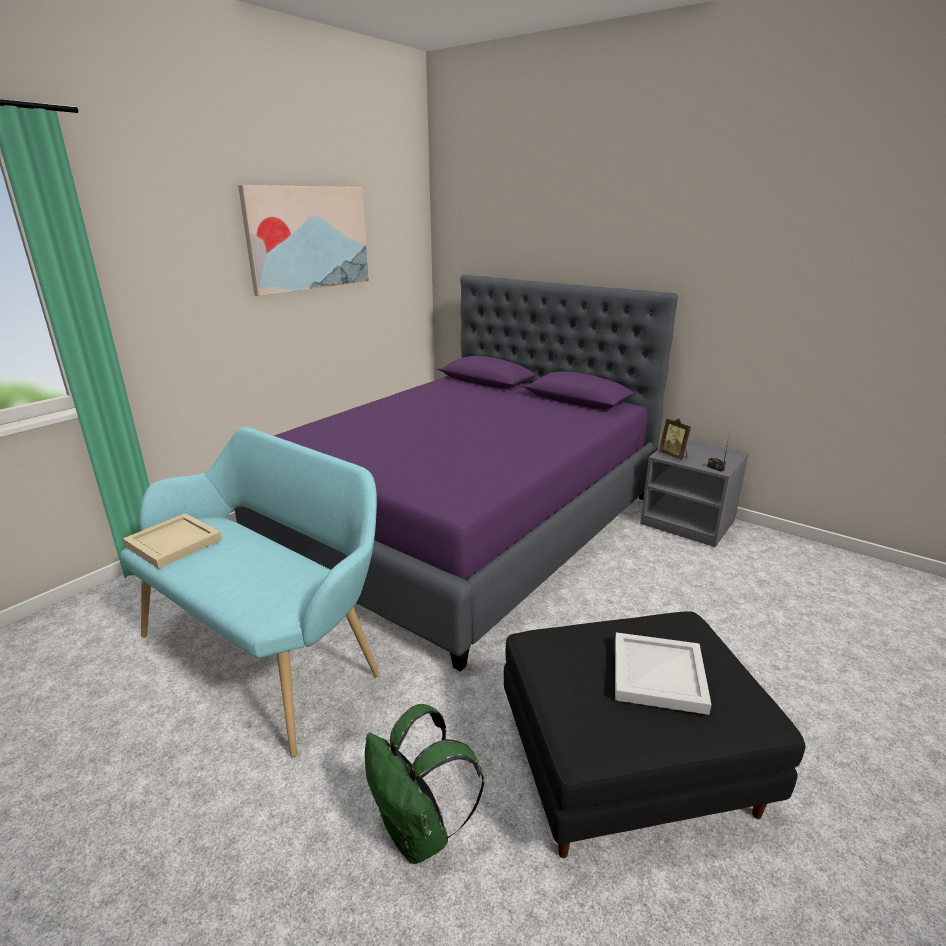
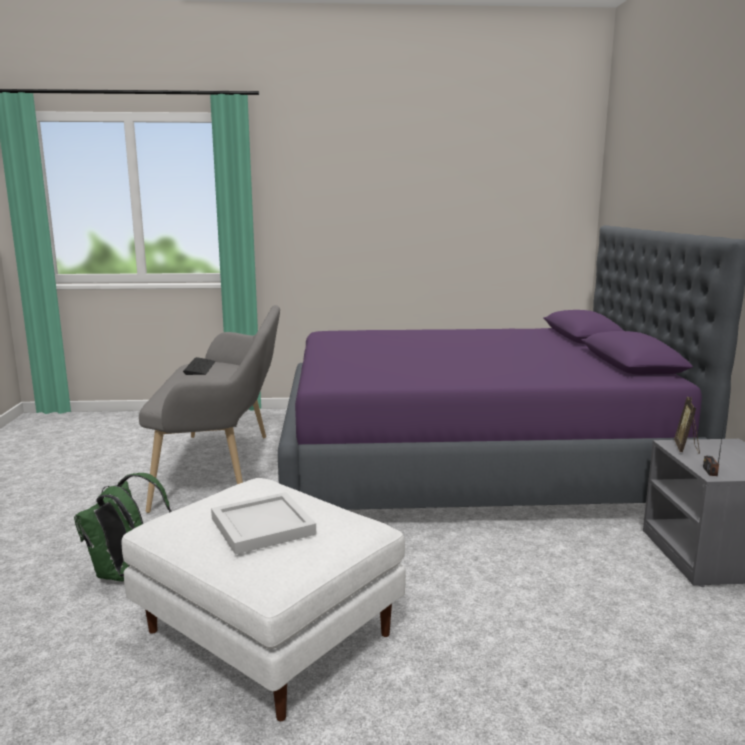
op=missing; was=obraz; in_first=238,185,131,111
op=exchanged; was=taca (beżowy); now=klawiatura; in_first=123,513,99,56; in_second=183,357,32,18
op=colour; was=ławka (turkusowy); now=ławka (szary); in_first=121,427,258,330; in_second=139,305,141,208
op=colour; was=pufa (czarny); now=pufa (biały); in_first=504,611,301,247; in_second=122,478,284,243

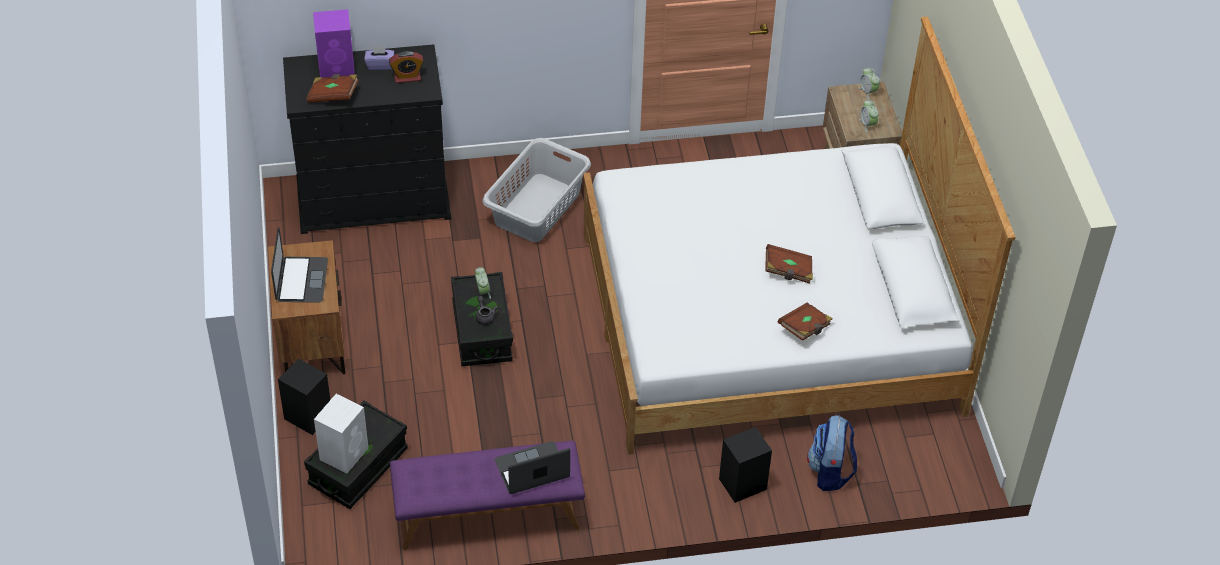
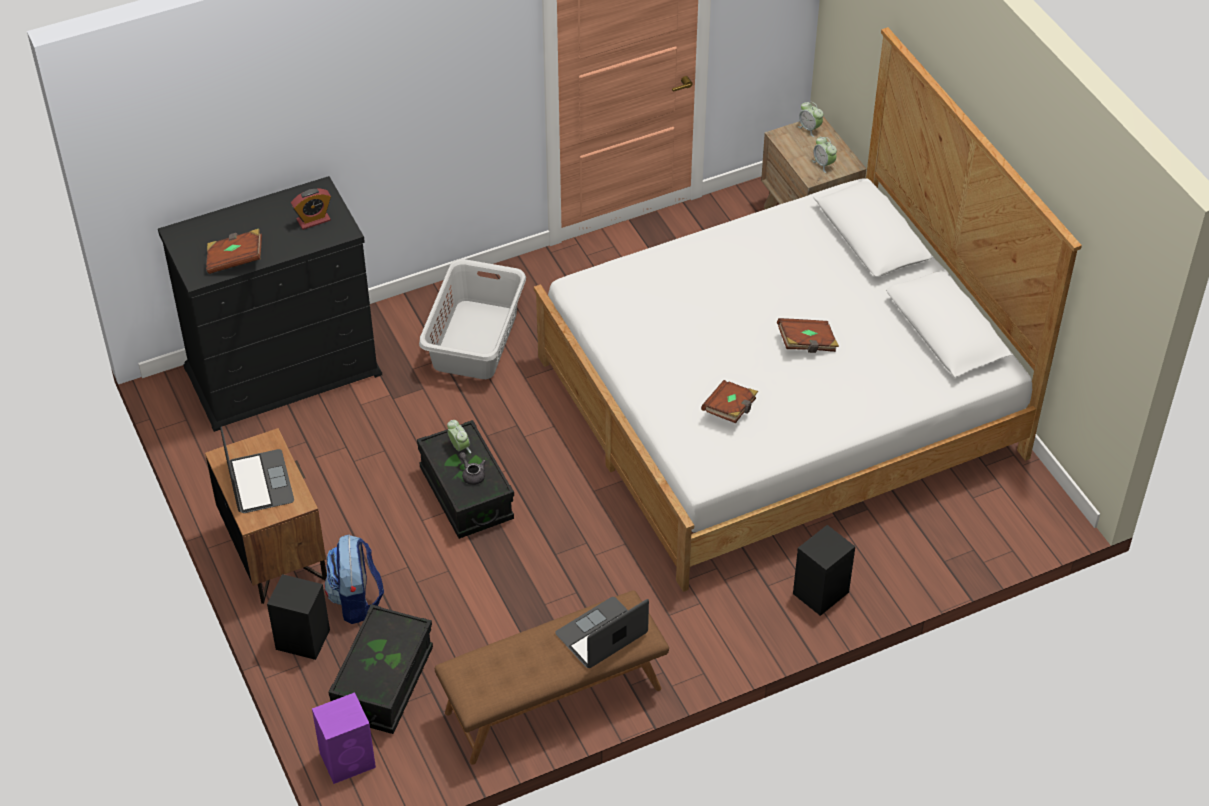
op=missing; was=głośnik (biały); in_first=314,394,54,80
op=missing; was=pudełko chusteczek (fioletowy); in_first=364,46,30,24
op=relocated; was=głośnik (fioletowy); in_first=313,9,42,69; in_second=312,692,64,92
op=relocated; was=książka (brązowy); in_first=778,302,55,39; in_second=701,380,57,43
op=relocated; was=plecak; in_first=807,415,50,76; in_second=324,535,60,89
op=colour; was=ławka (fioletowy); now=ławka (brązowy); in_first=390,441,195,109; in_second=435,590,234,175

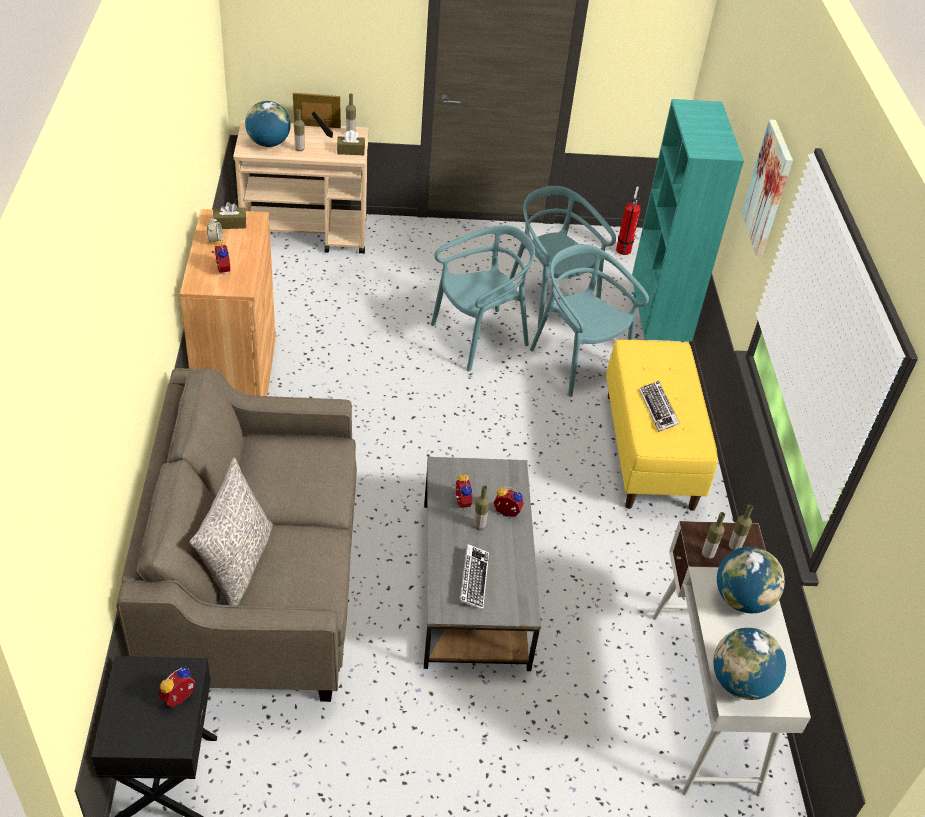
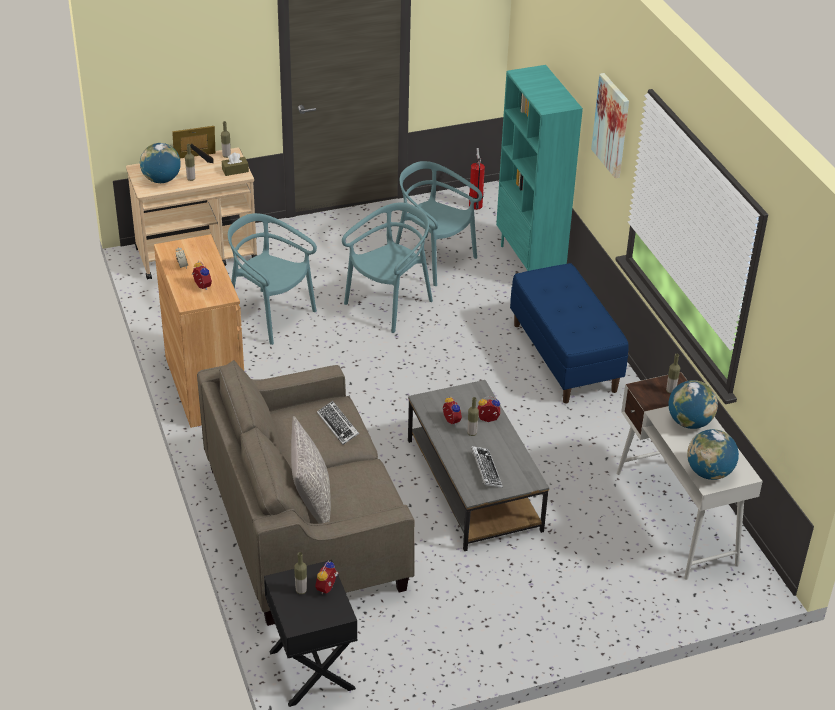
op=missing; was=pudełko chusteczek (brązowy); in_first=213,202,33,27
op=relocated; was=krzesło (turkusowy); in_first=530,244,119,153; in_second=228,213,89,132
op=relocated; was=klawiatura; in_first=639,381,41,51; in_second=317,401,42,44
op=relocated; was=butelka; in_first=702,512,23,47; in_second=294,552,13,42
op=colour; was=ławka (żółty); now=ławka (niebieski); in_first=606,340,112,171; in_second=510,263,119,141

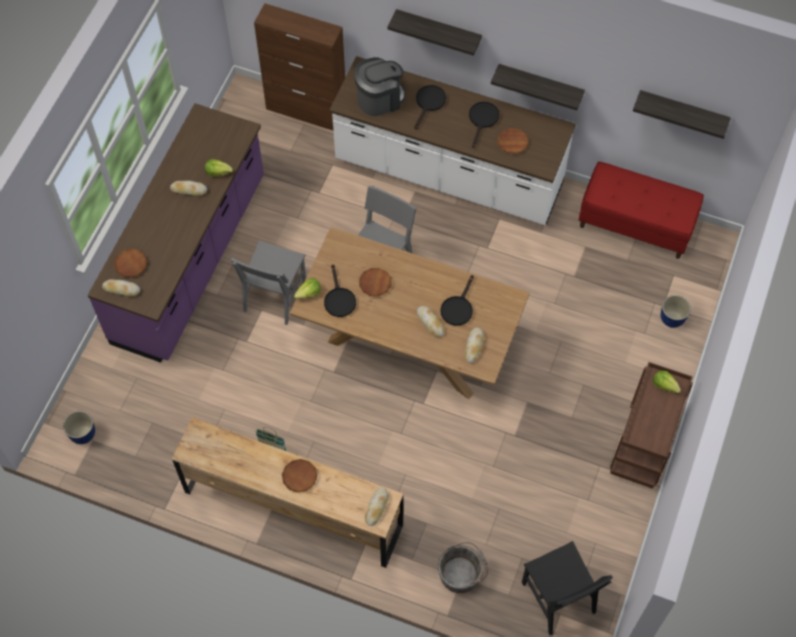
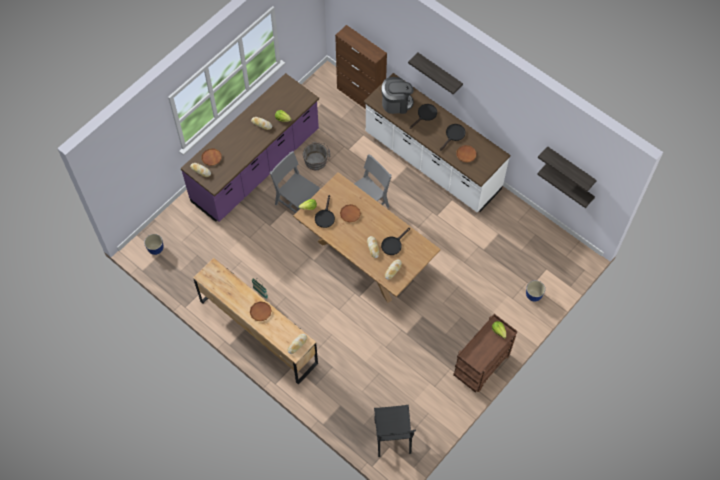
op=missing; was=ławka (czerwony); in_first=579,162,125,97
op=relocated; was=wiadro (szary); in_first=438,542,50,51; in_second=303,142,27,28
op=relocated; was=półka; in_first=491,64,94,46; in_second=537,164,58,44
op=spun; was=krzesło (szary); in_first=231,240,75,85; in_second=270,151,50,72; clockwise=90

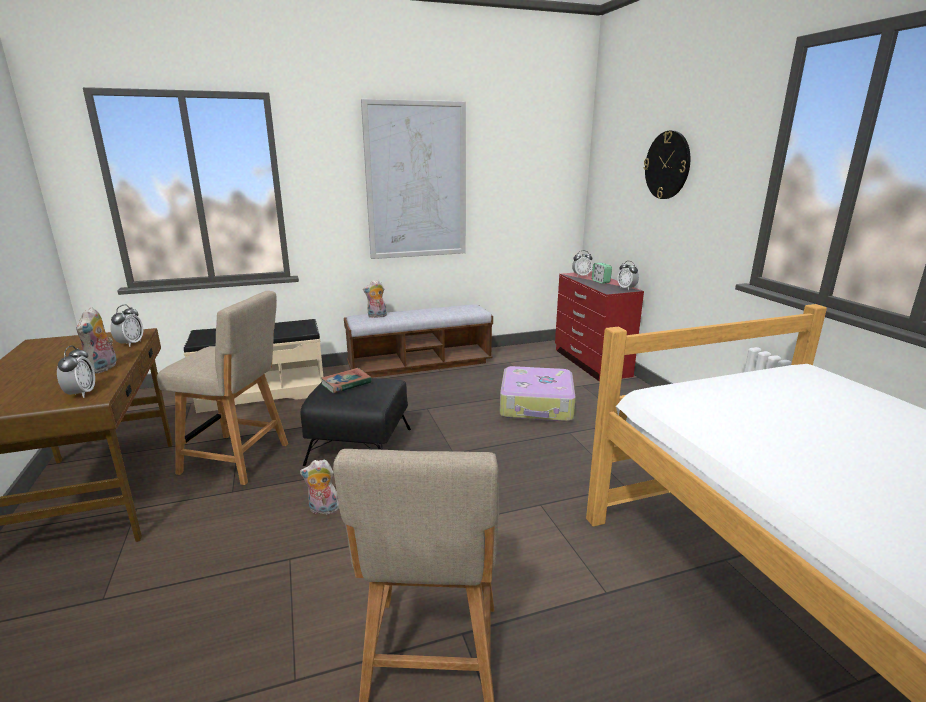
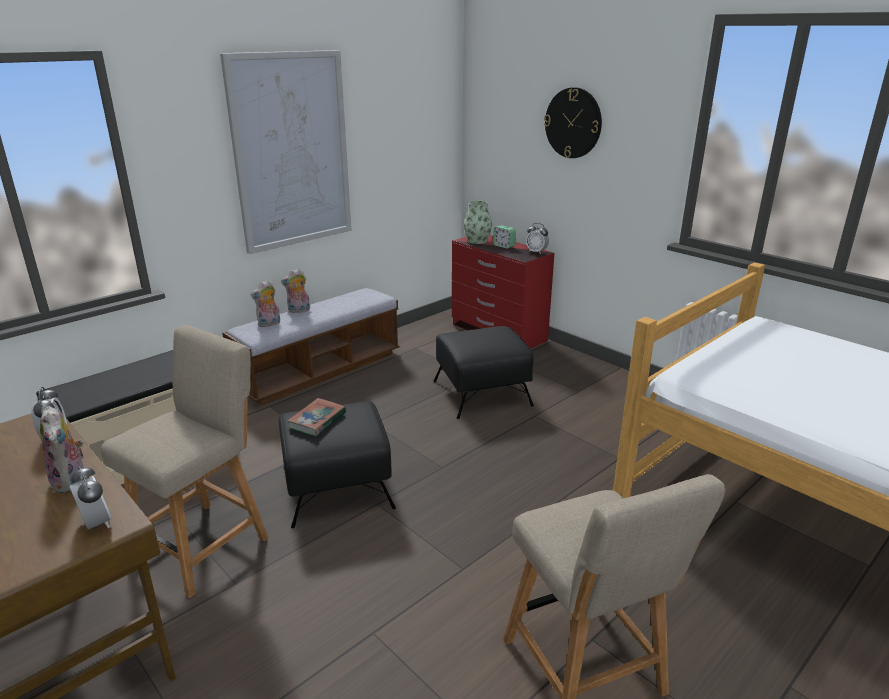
op=relocated; was=pluszak; in_first=300,459,39,56; in_second=281,269,29,44
op=exchanged; was=walizka; now=pufa (czarny); in_first=500,366,76,56; in_second=434,326,100,93
op=exchanged; was=budzik; now=wazon; in_first=572,250,21,27; in_second=464,201,28,43
op=spun; was=krzesło (beżowy); in_first=157,291,131,194; in_second=101,325,168,273; clockwise=-45

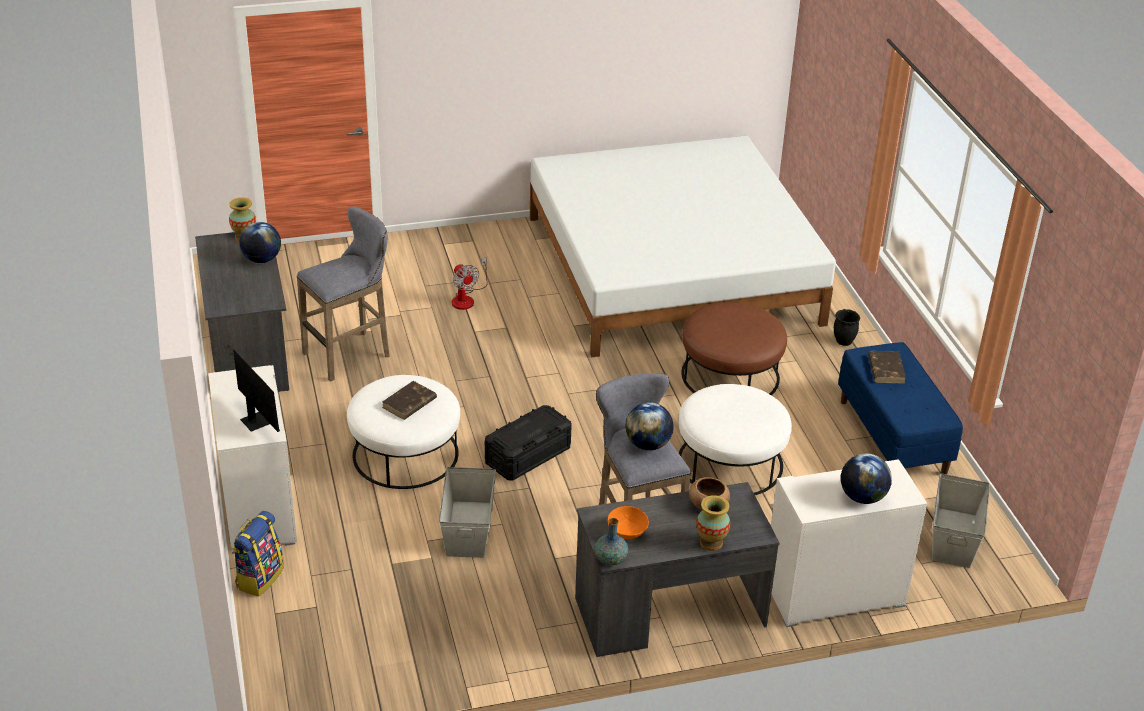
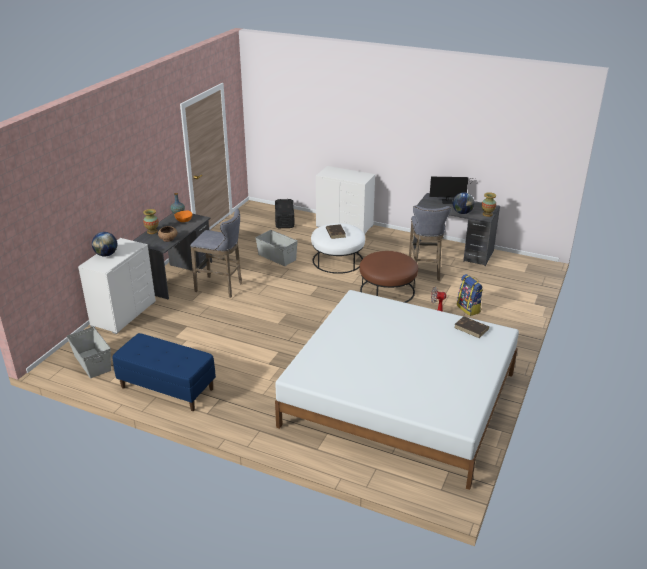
op=missing; was=globus; in_first=625,402,49,48
op=missing; was=pufa (biały); in_first=679,384,113,111
op=missing; was=donica (czarny); in_first=834,309,26,37
op=relocated; was=monitor; in_first=223,345,57,87; in_second=429,177,48,27
op=relocated; was=plecak; in_first=232,511,52,86; in_second=457,274,26,42
op=relocated; was=pojemnik do przechowywania (czarny); in_first=485,405,87,76; in_second=275,199,20,29
op=relocated; was=pufa (brązowy); in_first=681,302,106,93; in_second=359,251,59,52
op=relocated; was=książka (brązowy); in_first=868,351,38,33; in_second=454,316,35,22

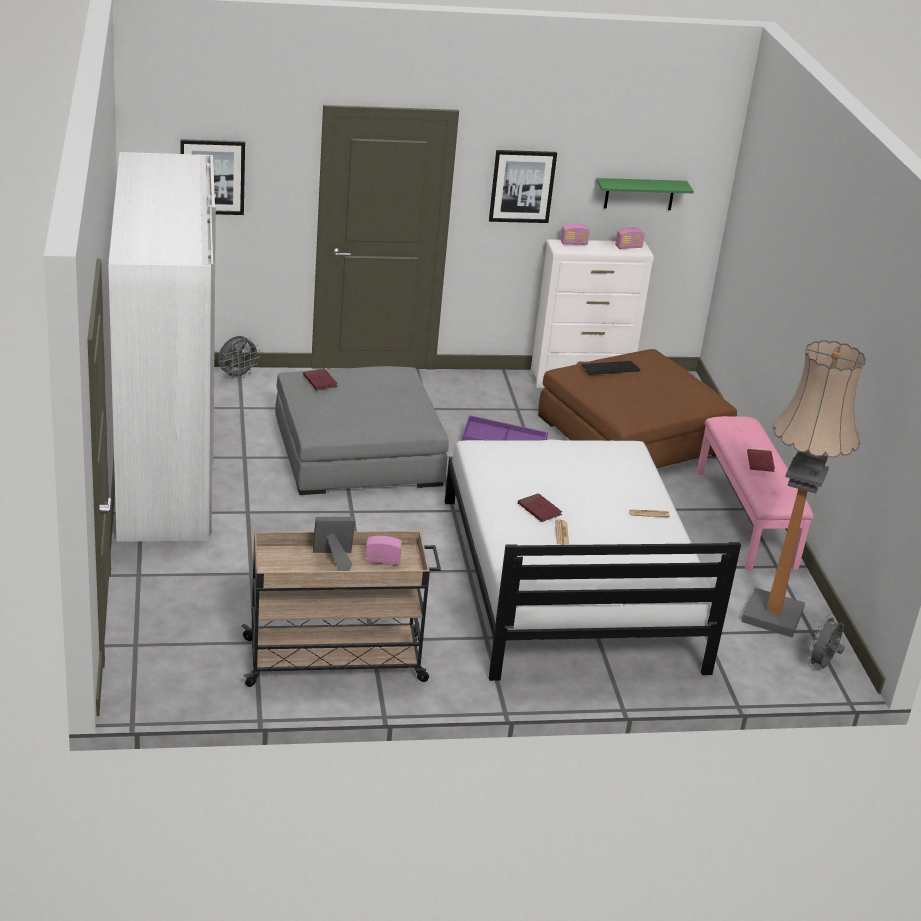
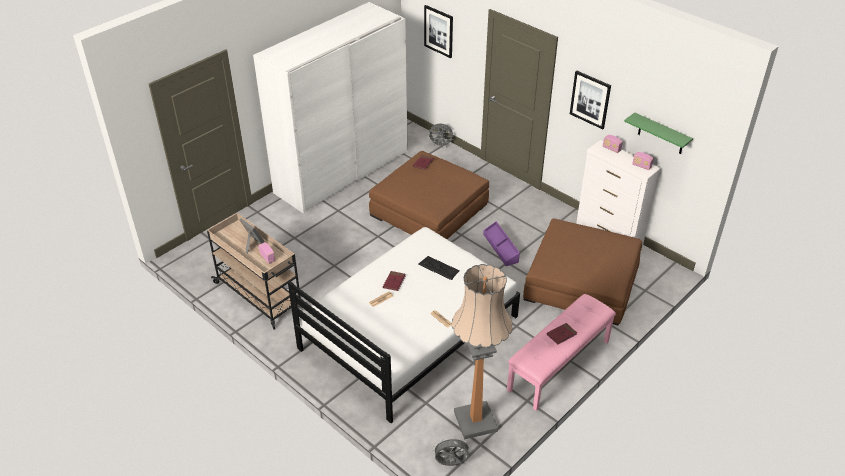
op=relocated; was=klawiatura; in_first=581,361,60,14; in_second=419,256,41,24
op=colour; was=pufa (szary); now=pufa (brązowy); in_first=275,366,174,129; in_second=369,151,120,88

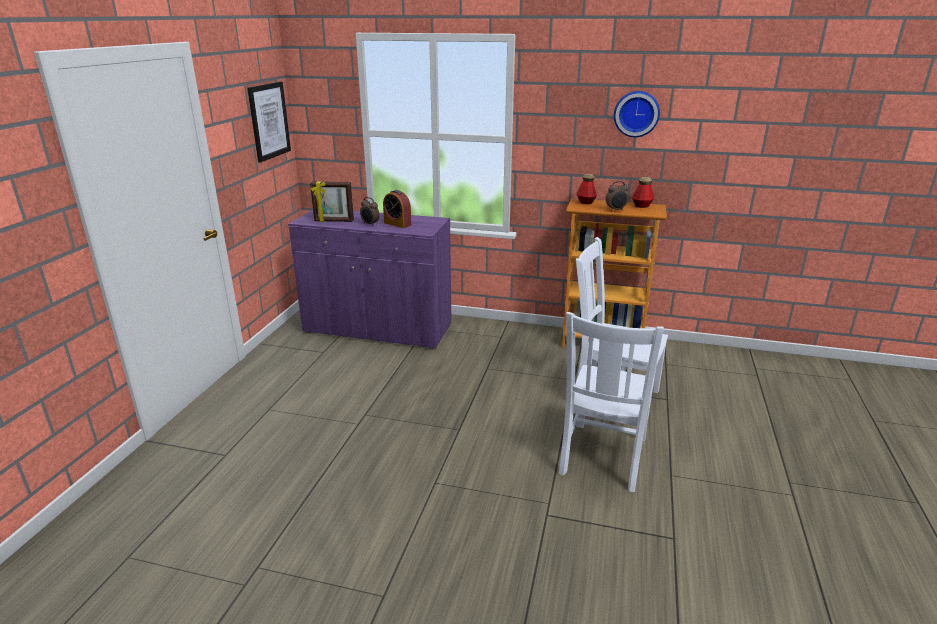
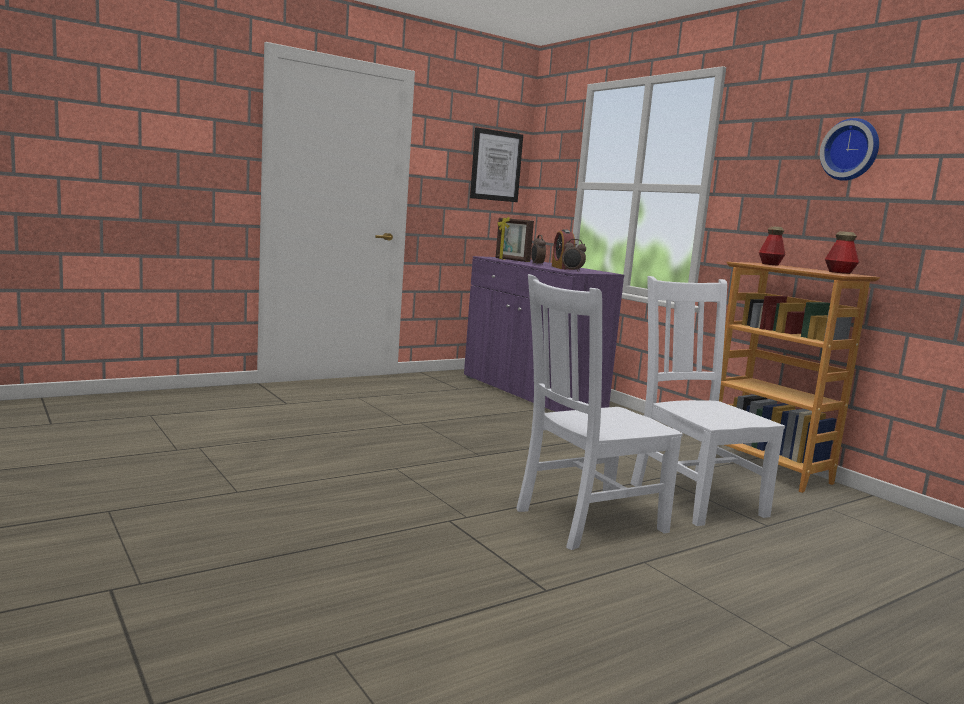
op=relocated; was=budzik; in_first=606,181,22,30; in_second=562,239,24,33

